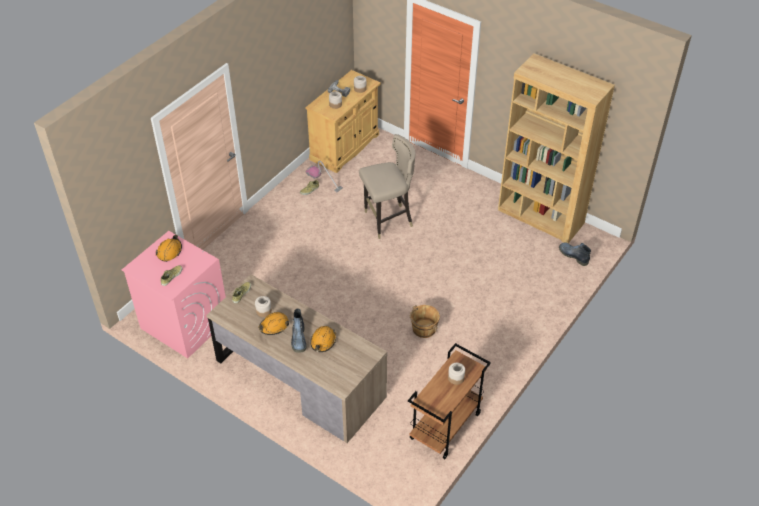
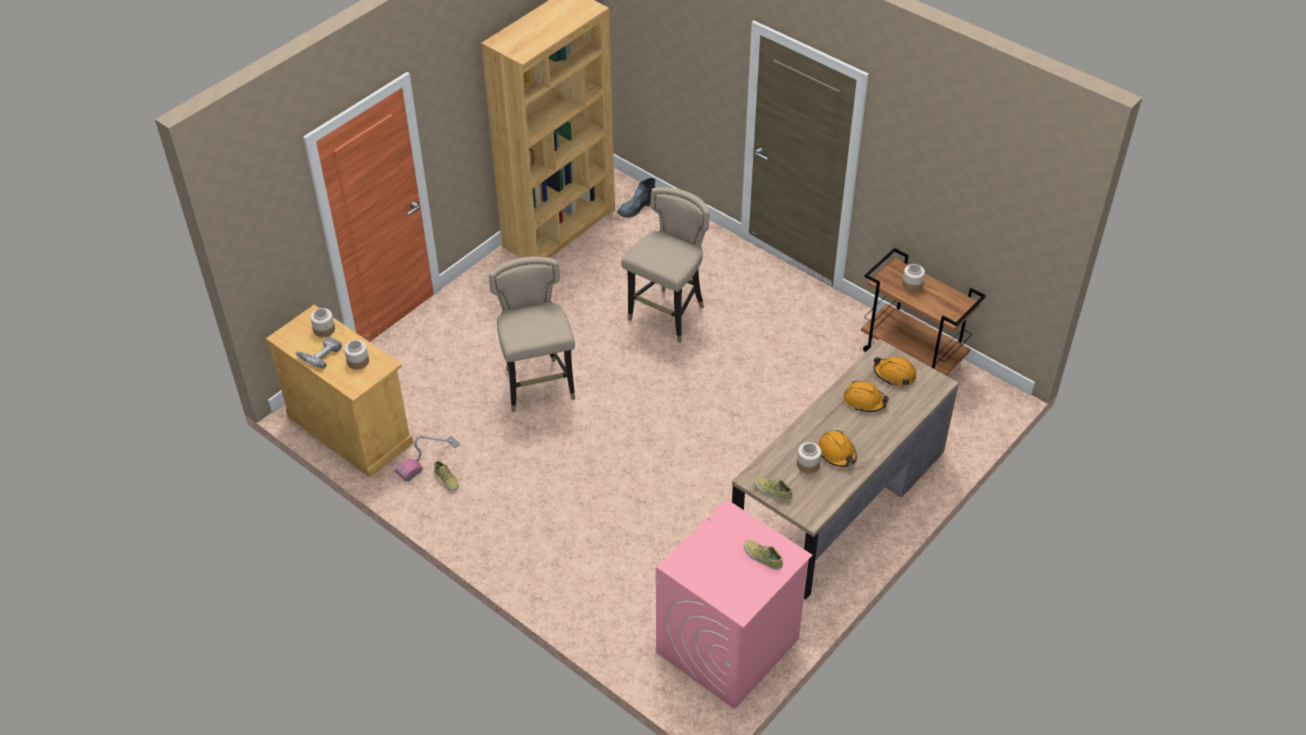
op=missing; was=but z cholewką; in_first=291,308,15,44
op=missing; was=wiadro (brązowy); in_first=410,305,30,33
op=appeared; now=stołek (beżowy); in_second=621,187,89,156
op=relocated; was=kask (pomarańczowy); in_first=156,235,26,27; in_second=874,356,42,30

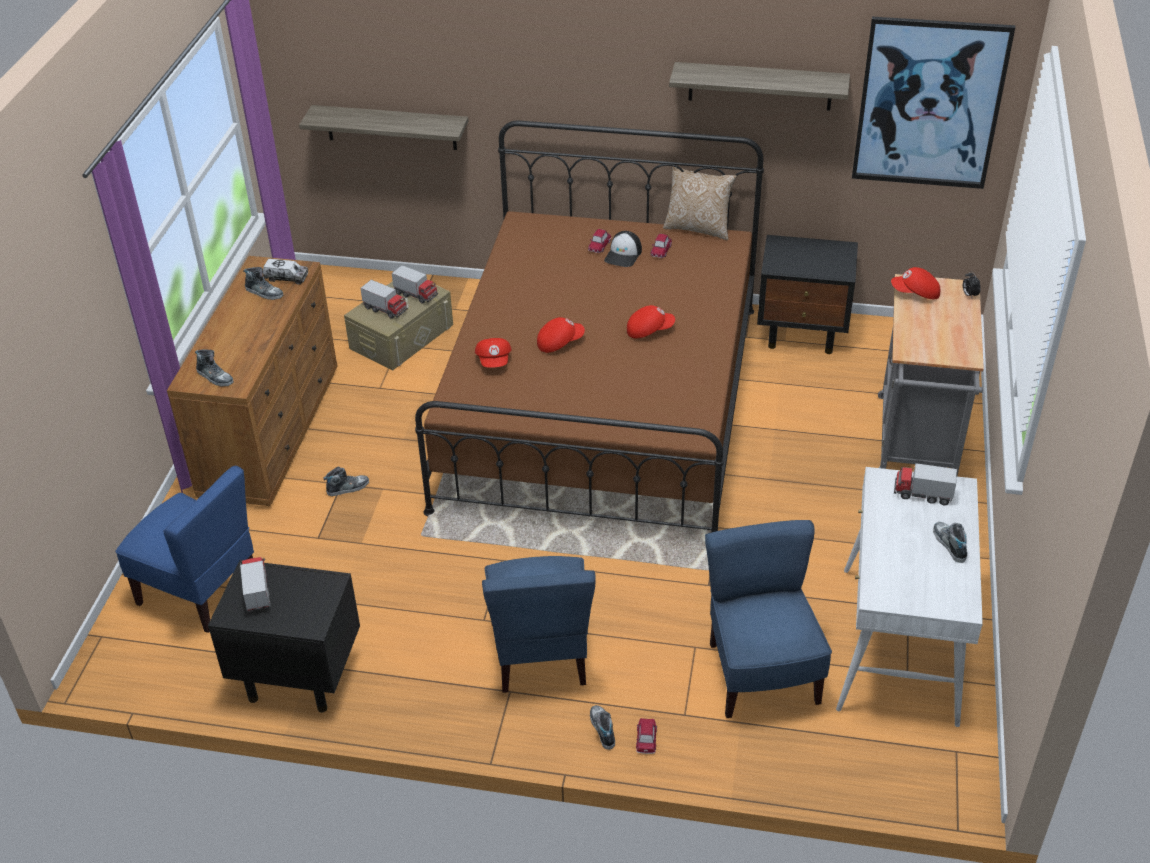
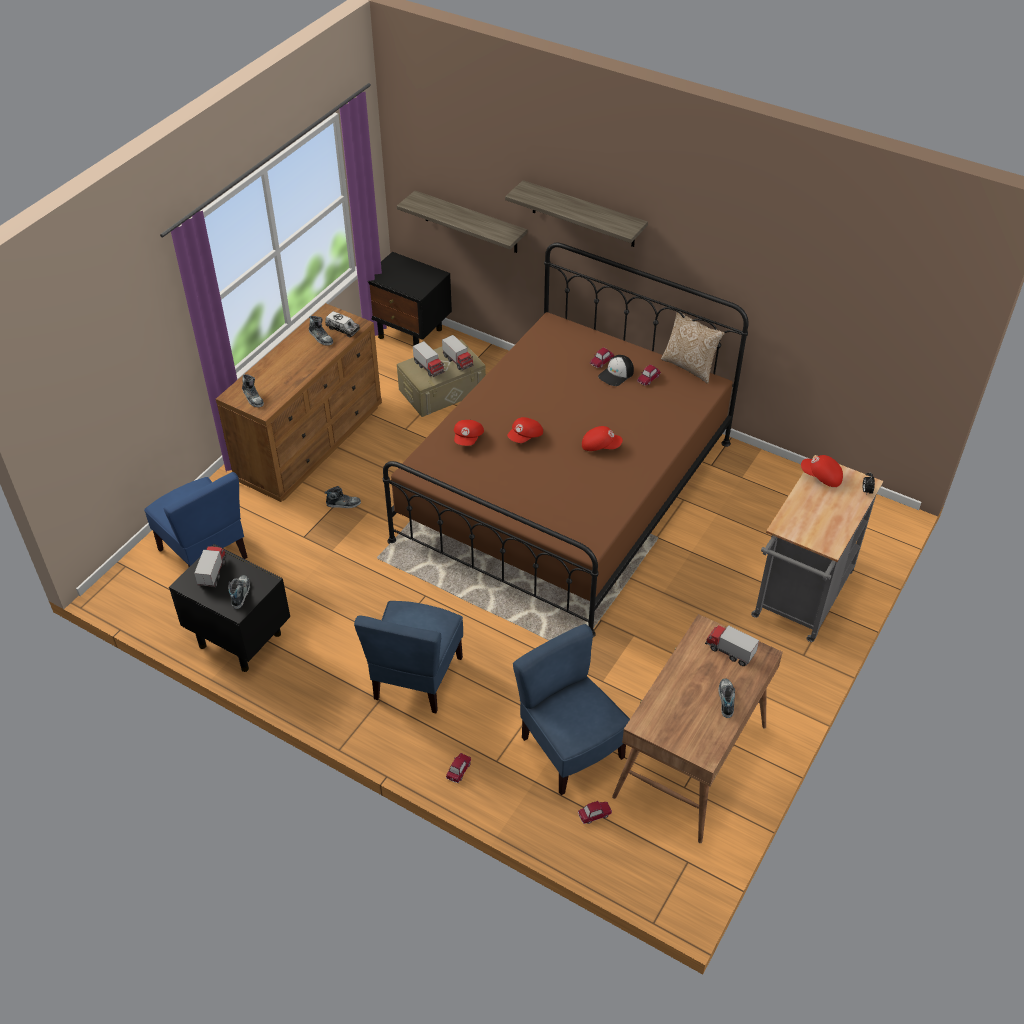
op=missing; was=obraz; in_first=852,17,163,172
op=appeared; now=samochodzik; in_second=578,801,34,23
op=relocated; was=but; in_first=590,705,25,45; in_second=229,575,21,34
op=relocated; was=półka; in_first=669,62,181,49; in_second=505,180,143,67
op=relocated; was=szafka nocna (czarny); in_first=757,235,101,119; in_second=368,252,84,94
op=colour; was=biurko (biały); now=biurko (brązowy); in_first=836,467,147,260; in_second=612,614,171,229
op=spun; was=czapka z daszkiem (czerwony); in_first=537,317,48,36; in_second=507,417,36,26; clockwise=135
op=spun; was=krzesło (niebieski); in_first=705,520,127,198; in_second=513,624,117,171; clockwise=-45

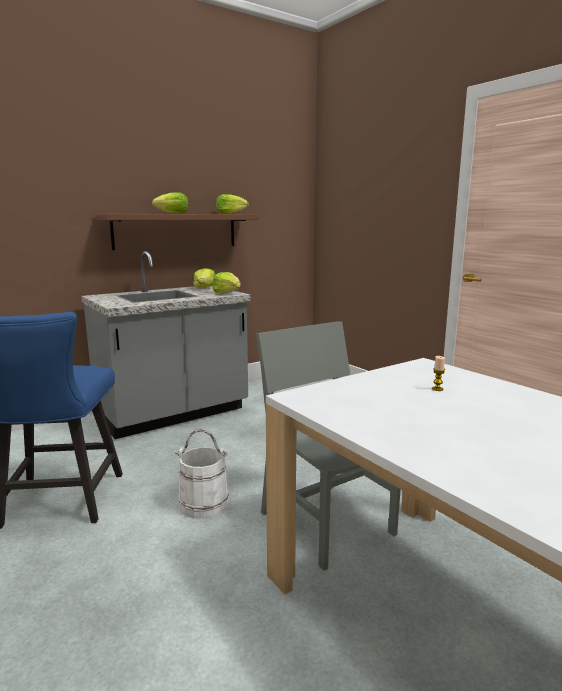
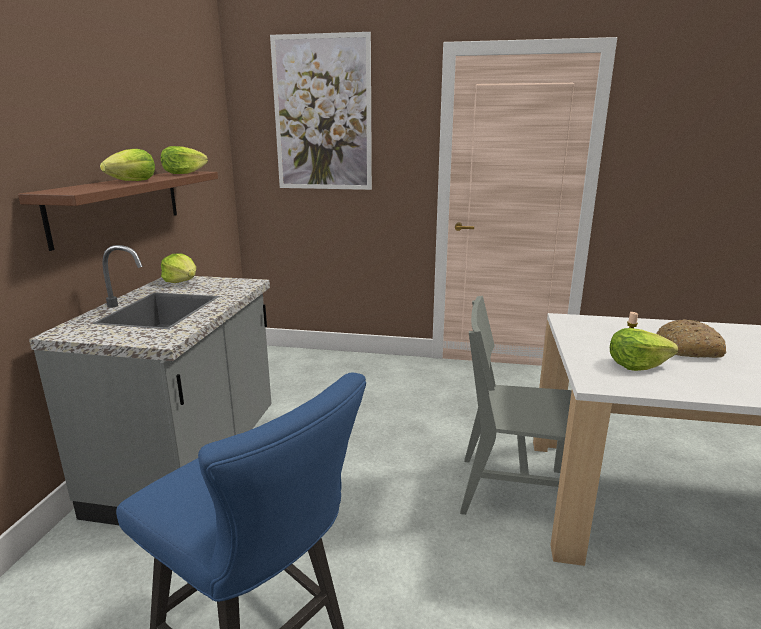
op=missing; was=wiadro (biały); in_first=175,429,54,90
op=appeared; now=obraz; in_second=270,32,102,158
op=appeared; now=chleb; in_second=657,320,69,38
op=relocated; was=sałata; in_first=212,272,29,22; in_second=610,328,68,43

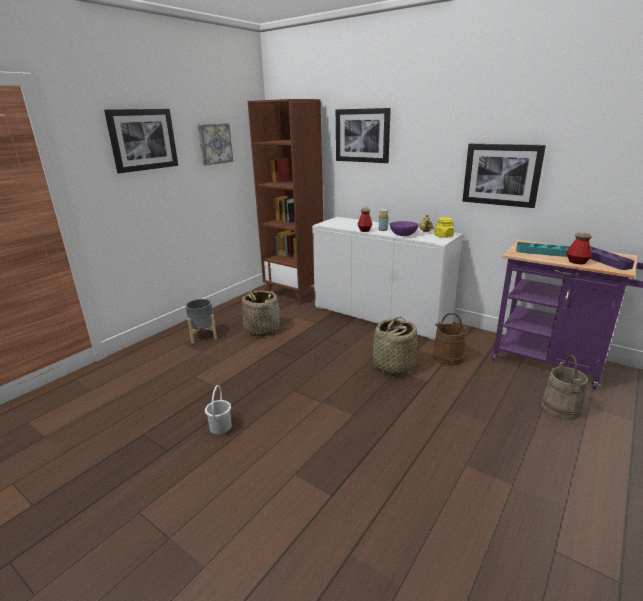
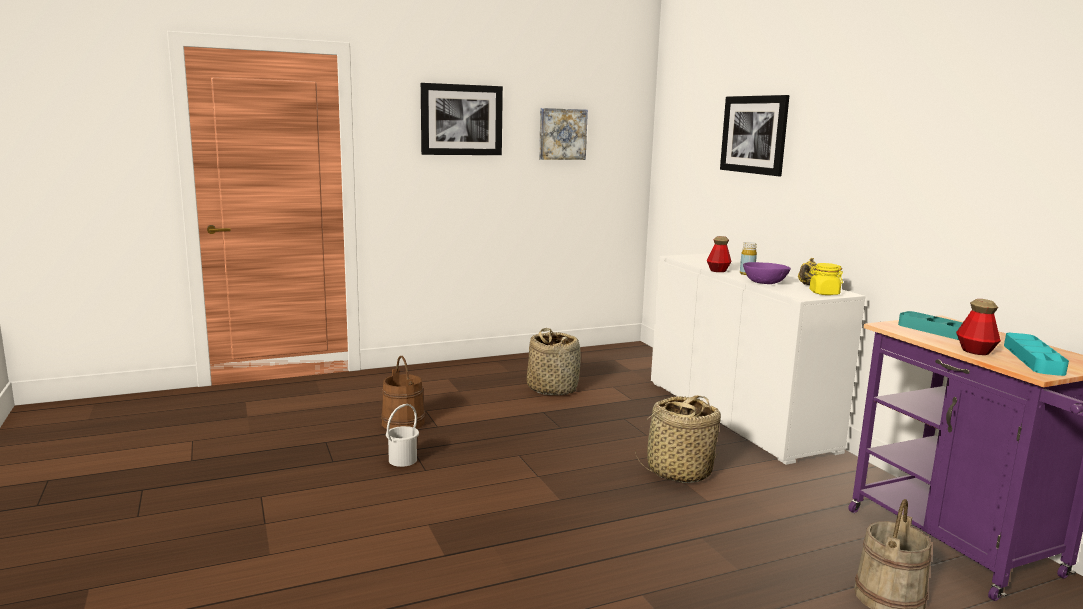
op=missing; was=donica (szary); in_first=186,299,31,44
op=missing; was=regał (brązowy); in_first=248,99,75,206
op=missing; was=obraz; in_first=462,144,84,64
op=relocated; was=wiadro (brązowy); in_first=433,313,35,52; in_second=381,356,44,73
op=colour; was=taca (fioletowy); now=taca (turkusowy); in_first=590,246,44,24; in_second=1004,333,65,43

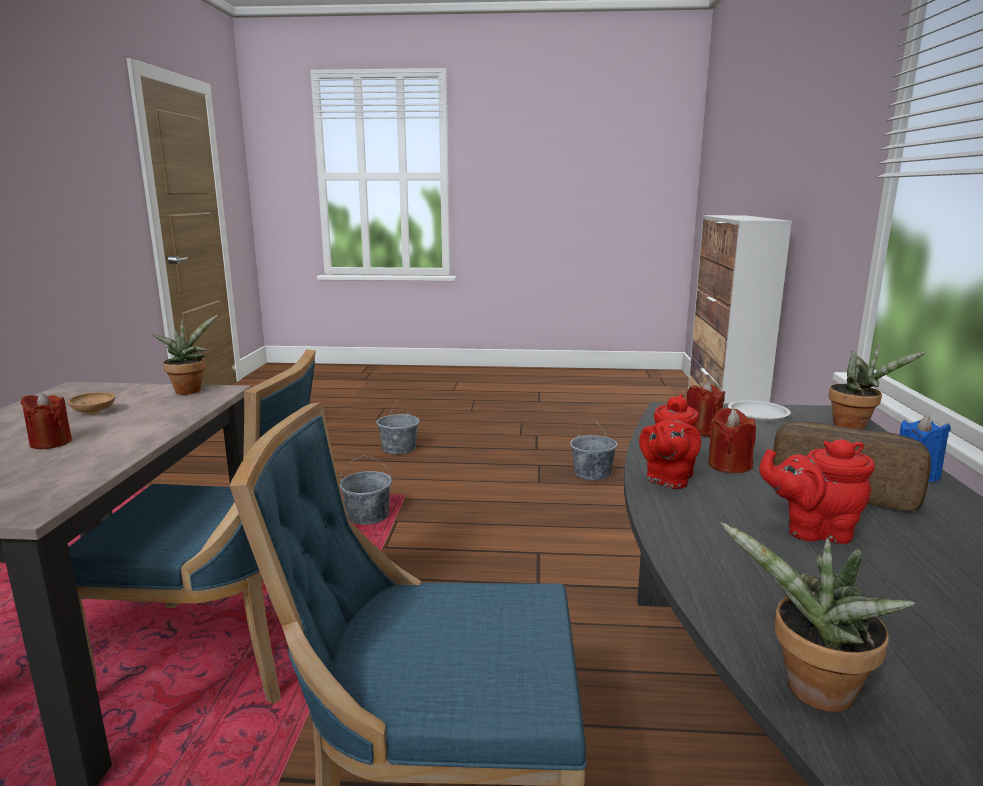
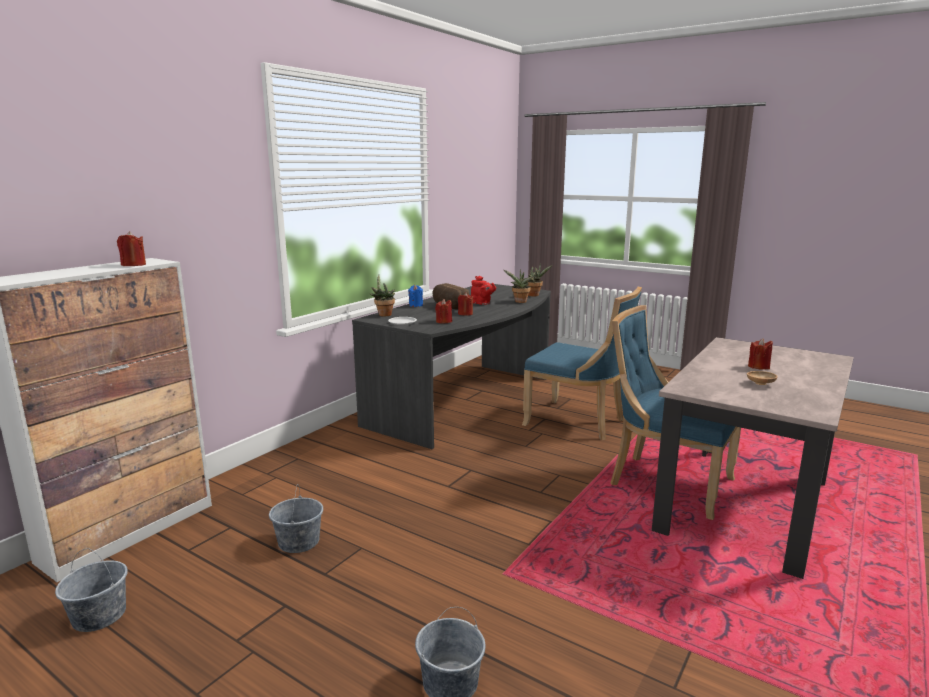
op=missing; was=imbryk (czerwony); in_first=639,394,62,95
op=appeared; now=świeca (czerwony); in_second=117,231,29,35
op=relocated; was=roślina doniczkowa; in_first=152,315,66,80; in_second=504,269,30,34
op=relocated; was=wiadro (szary); in_first=339,456,53,69; in_second=55,548,73,84

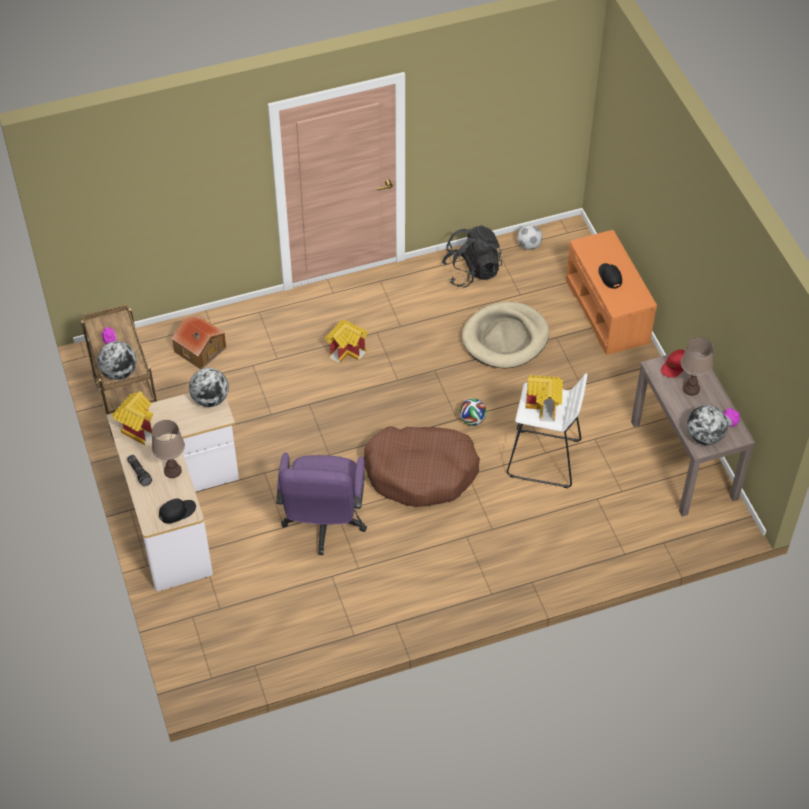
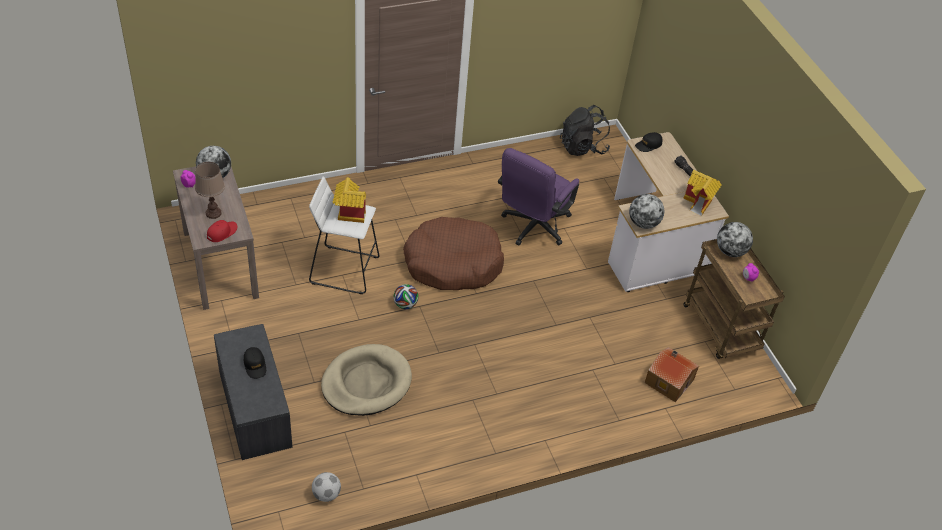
op=missing; was=lampa stołowa (brązowy); in_first=152,420,33,58
op=missing; was=domek; in_first=325,320,43,43
op=relocated; was=plecak (czarny); in_first=442,225,60,62; in_second=560,105,50,51
op=colour; was=ławka (pomarańczowy); now=ławka (szary); in_first=566,230,91,125; in_second=214,324,79,136
op=spun; was=krzesło biurowe (fioletowy); in_first=276,452,91,103; in_second=498,148,81,98; clockwise=-150

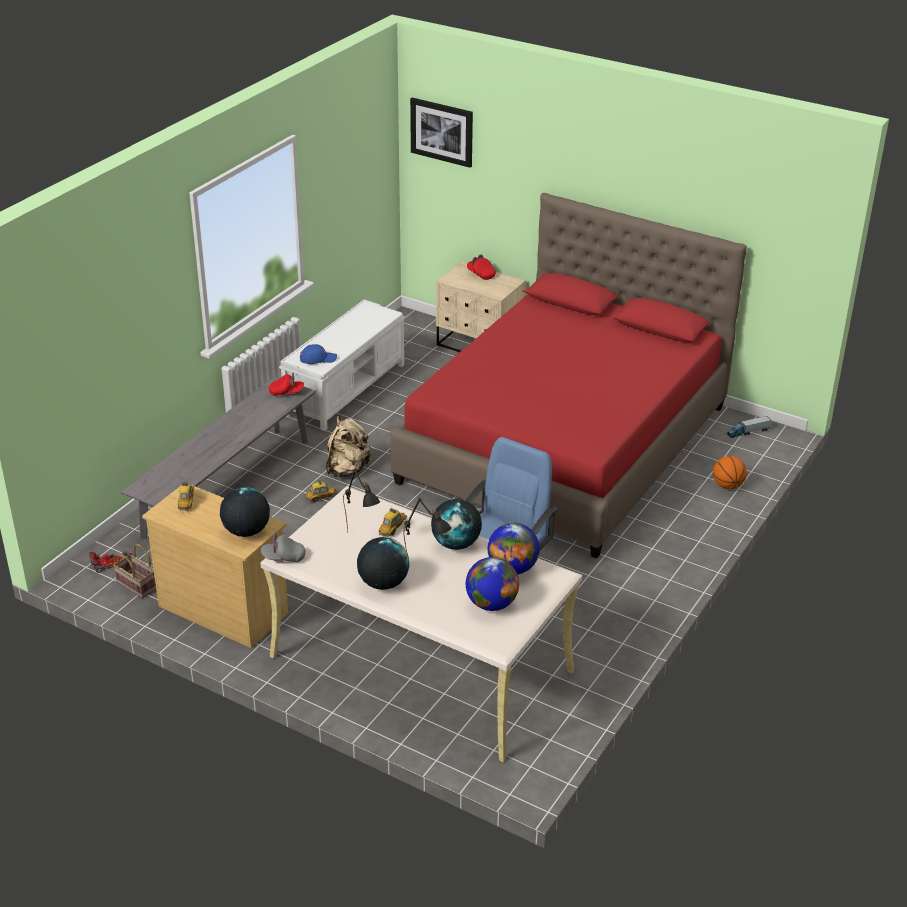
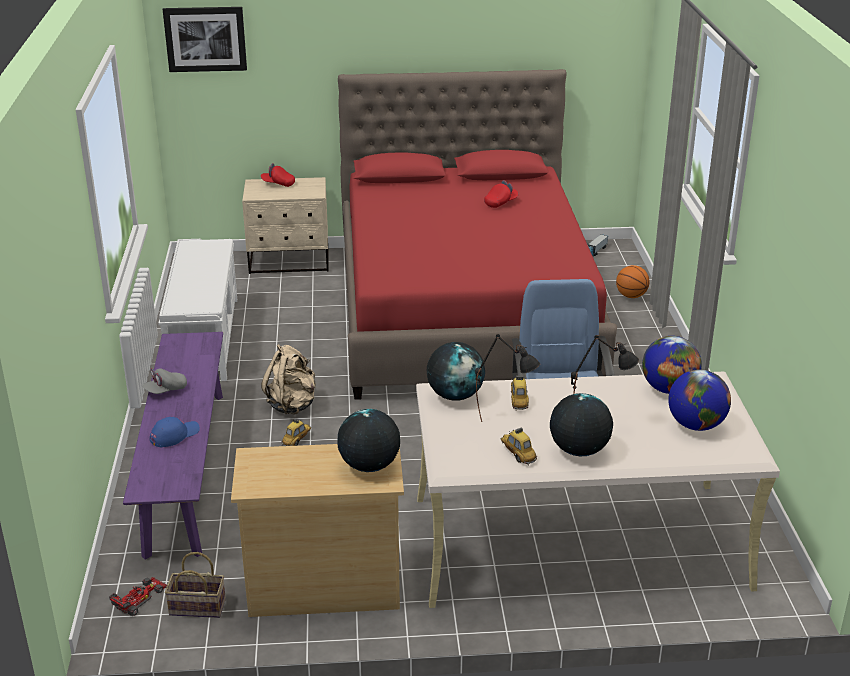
op=relocated; was=samochodzik; in_first=178,482,16,29; in_second=501,428,36,38
op=relocated; was=czapka z daszkiem (szary); in_first=261,533,45,29; in_second=142,368,45,26
op=relocated; was=czapka z daszkiem (czerwony); in_first=269,373,35,23; in_second=484,180,34,28
op=relocated; was=czapka z daszkiem (niebieski); in_first=300,344,37,20; in_second=150,417,50,31
op=relocated; was=globus; in_first=431,499,51,51; in_second=427,342,58,59
op=colour; was=ławka (szary); now=ławka (fioletowy); in_first=121,376,195,163; in_second=123,332,100,228

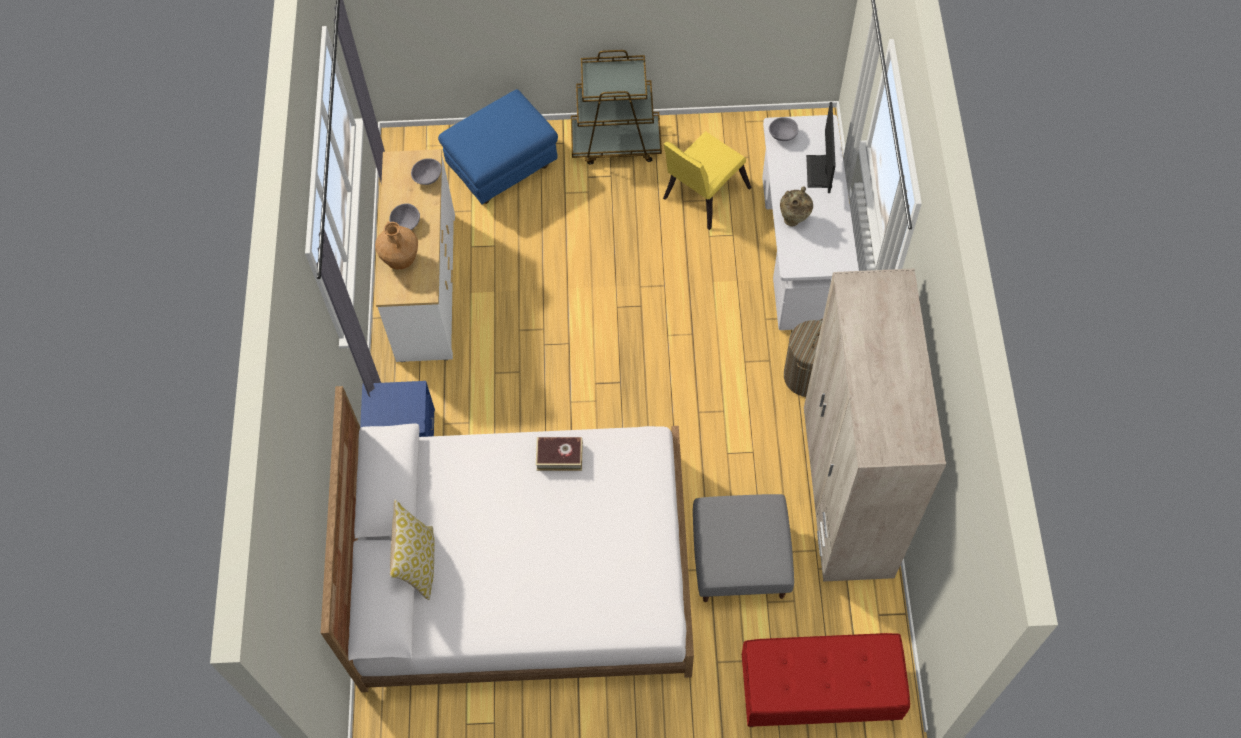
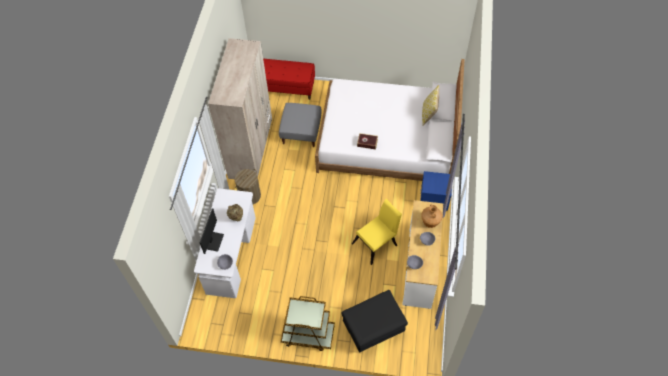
op=relocated; was=krzesło (żółty); in_first=663,131,89,99; in_second=352,199,50,66
op=colour; was=pufa (niebieski); now=pufa (czarny); in_first=438,89,120,116; in_second=341,290,67,63

